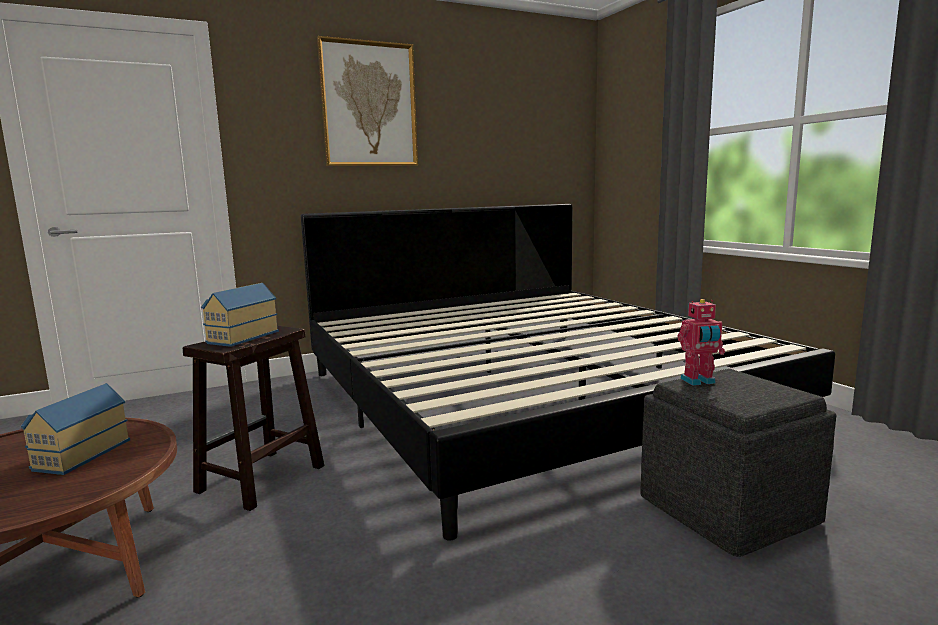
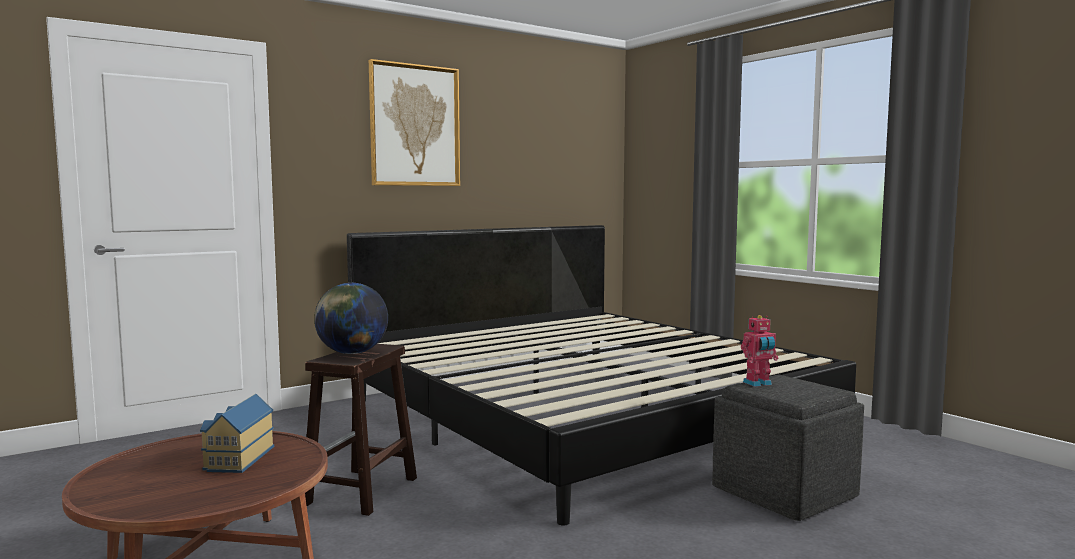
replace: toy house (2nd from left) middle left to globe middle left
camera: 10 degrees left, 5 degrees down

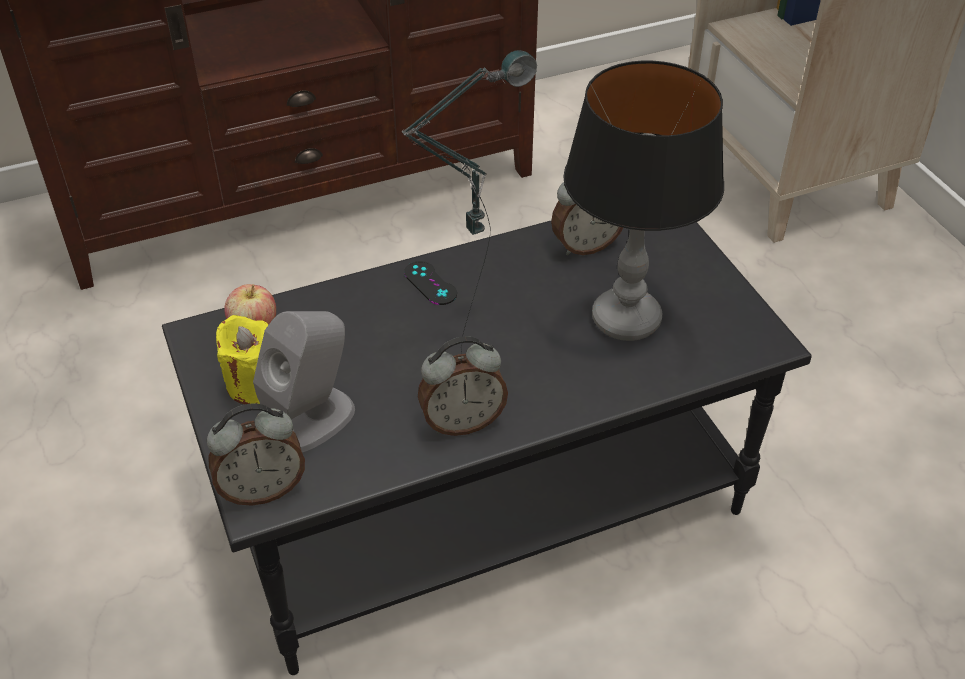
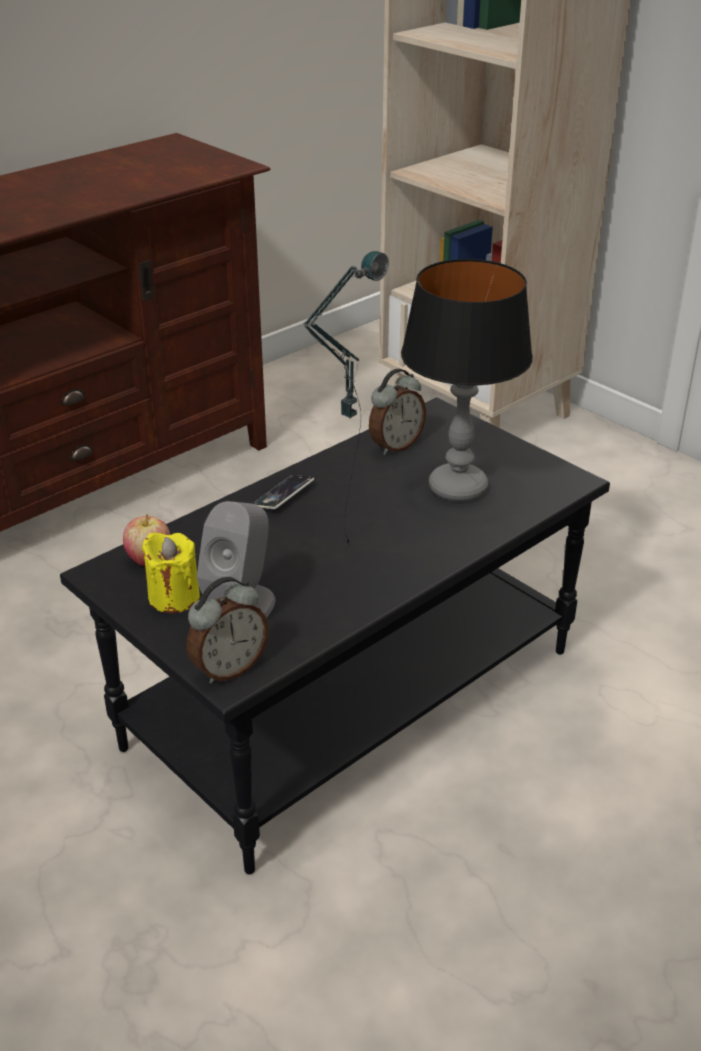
delete: alarm clock (2nd from left) centre
replace: black game controller centre to phone centre
camera: 20 degrees left, 10 degrees down

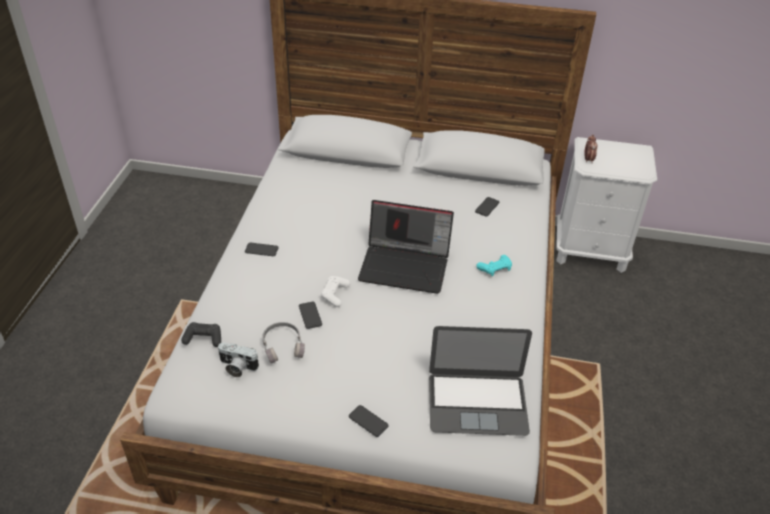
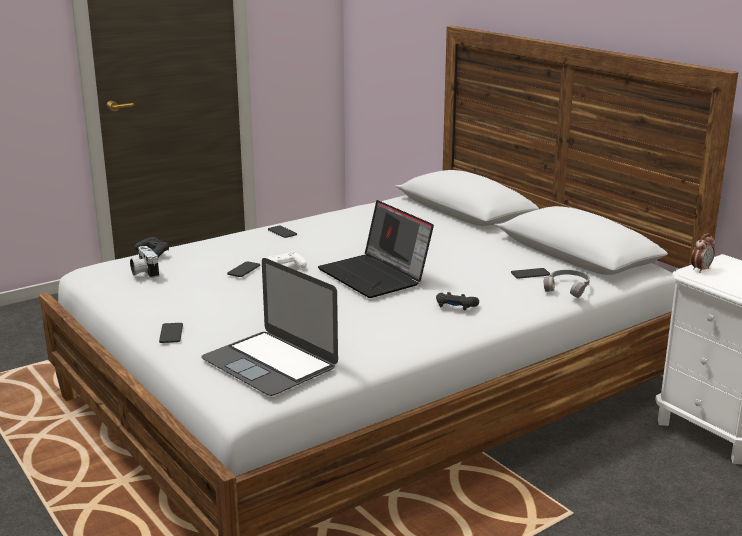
move: grey headphones bottom centre to middle right
recolor: turquoise game controller centre to black game controller (2nd from left) centre
camera: 45 degrees right, 20 degrees down

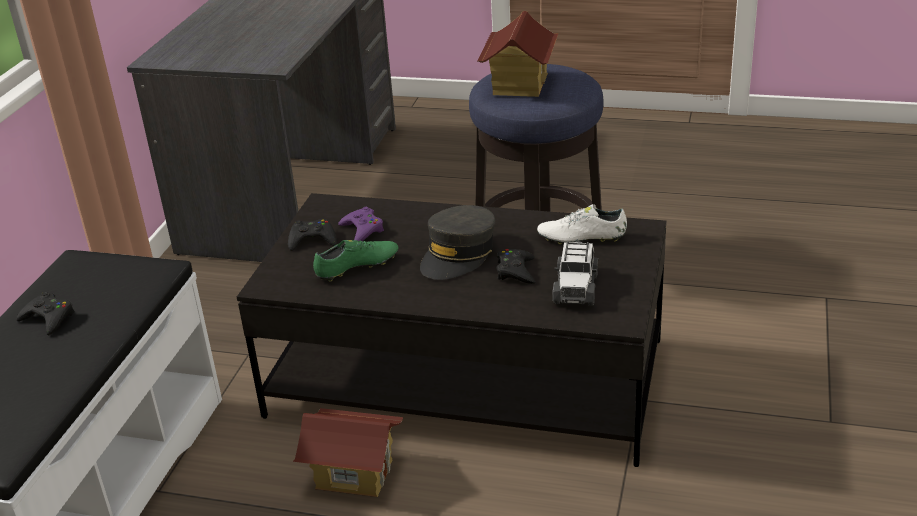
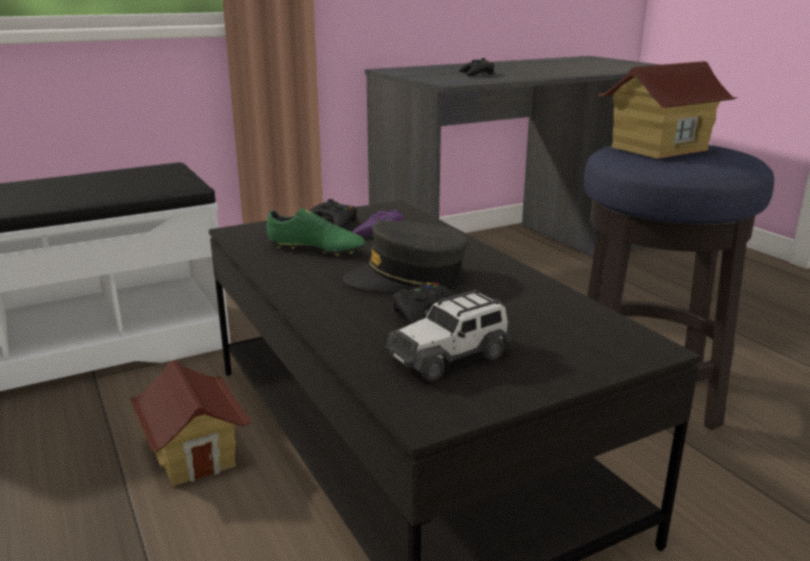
delete: white shoe centre
move: black game controller (1st from left in the first image) middle left to black game controller (3rd from left) top centre
camera: 45 degrees right, 10 degrees down

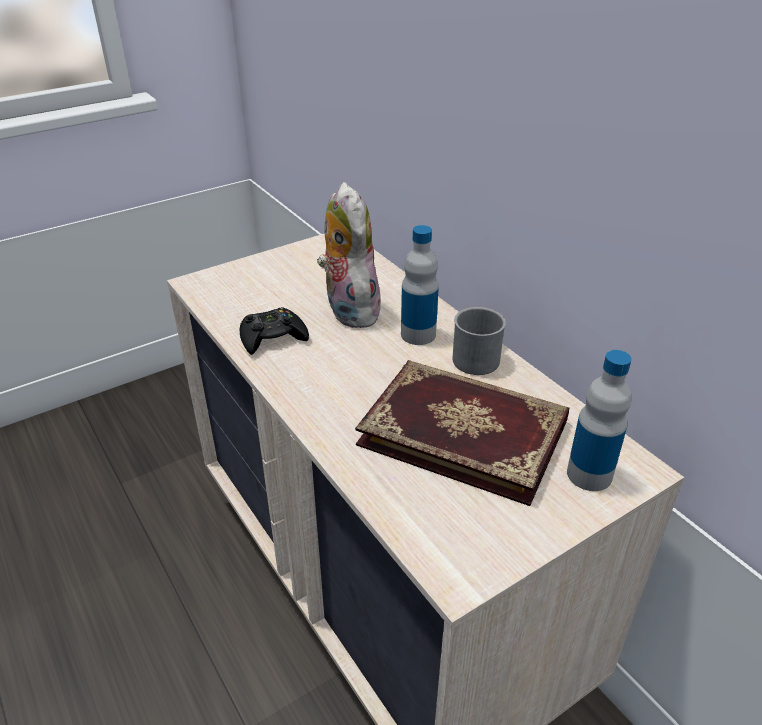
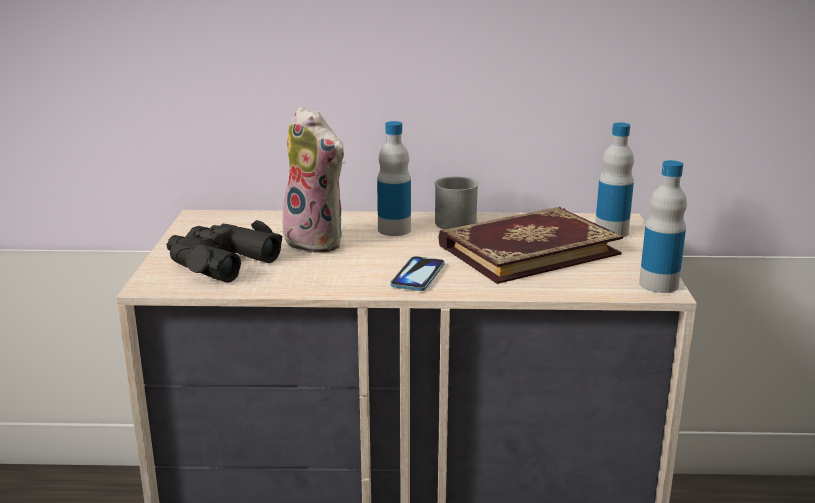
delete: black game controller centre
insert: black binoculars middle left; phone centre; bottle (3rd from left) middle right
rotate: plush toy centre = centre 150 degrees counterclockwise
camera: 55 degrees left, 15 degrees down

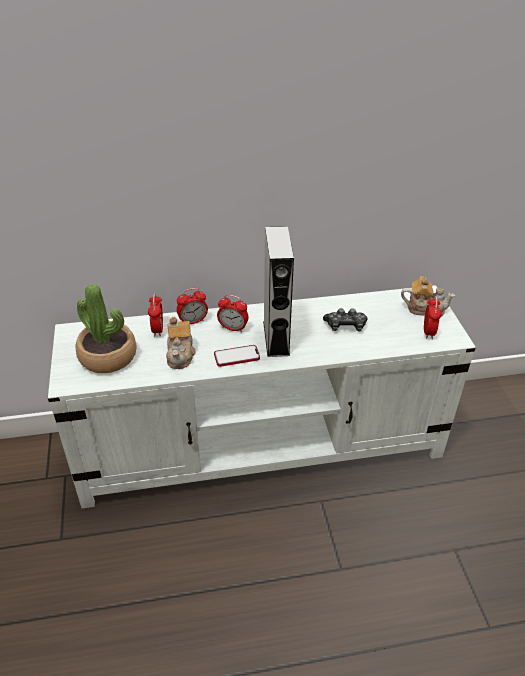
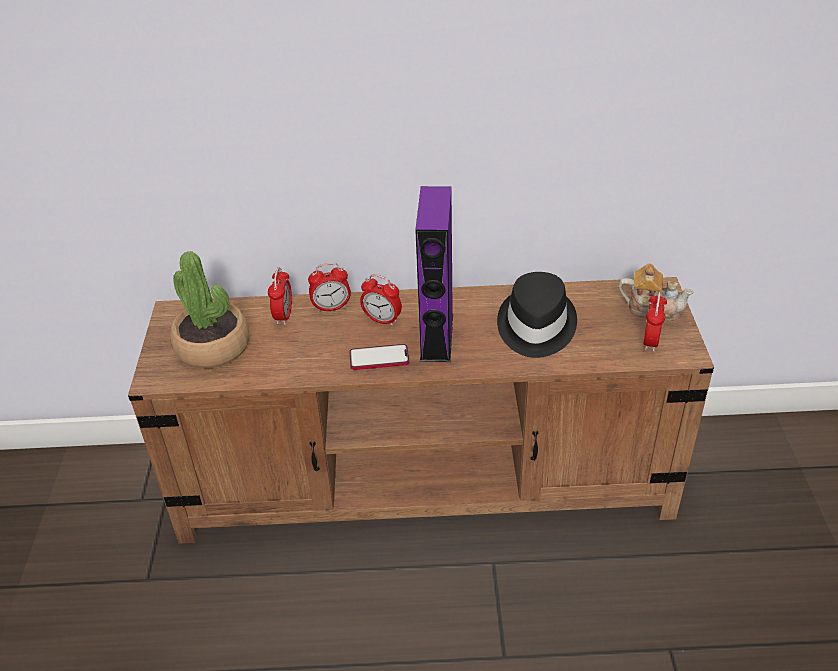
delete: teapot (1st from left) centre
replace: game controller centre to black hat centre
recolor: white tv stand centre to brown tv stand centre; grey speaker centre to purple speaker centre
camera: 10 degrees right, 0 degrees up

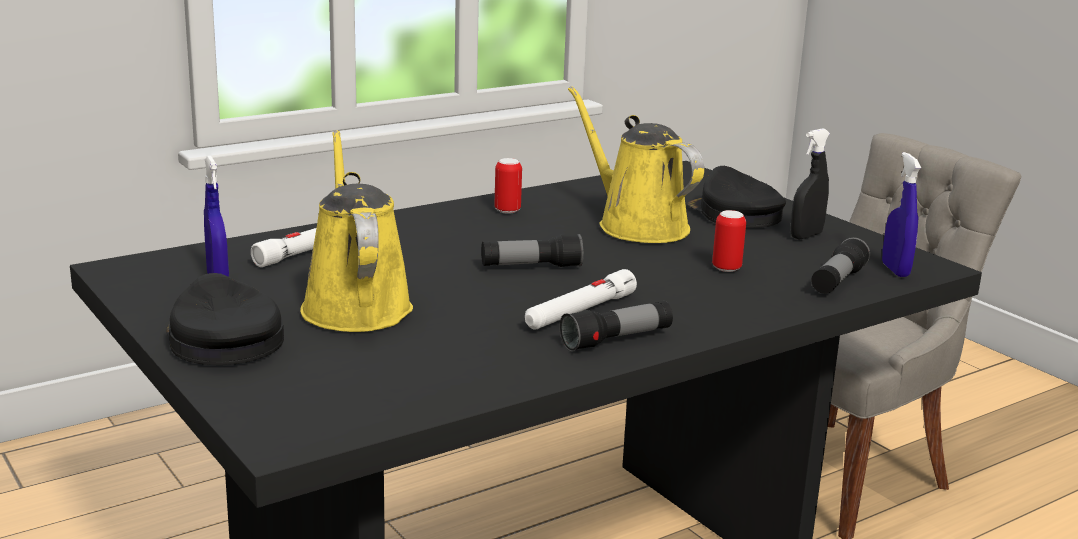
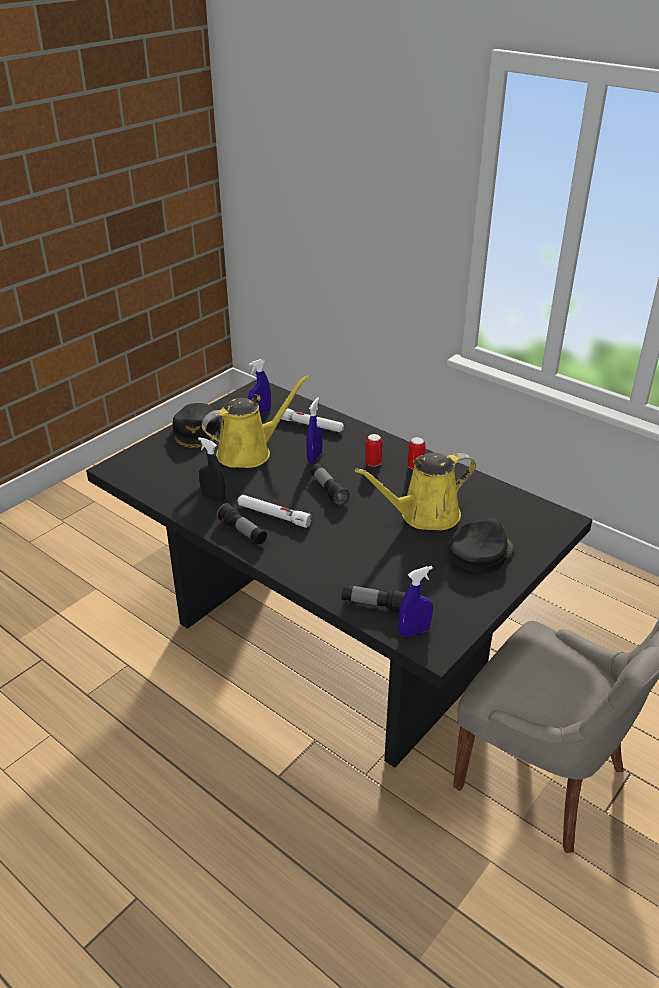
insert: blue spray bottle (2nd from left) centre
move: can (2nd from left in the first image) middle right to can (1st from left) centre; black spray bottle middle right to middle left
rotate: black cap (1st from left) middle left = middle left 135 degrees clockwise; yellow watering can (2nd from left) top centre = centre 150 degrees counterclockwise
camera: 75 degrees right, 15 degrees up

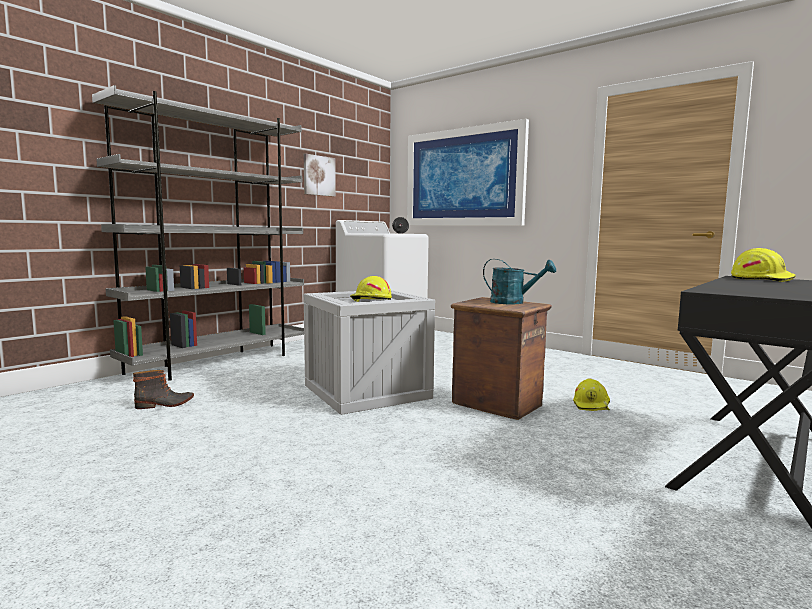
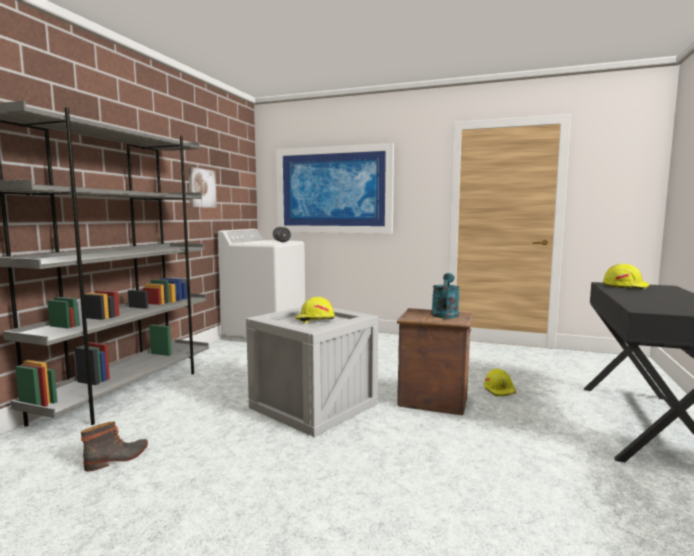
rotate: turquoise watering can centre = centre 75 degrees counterclockwise
camera: 20 degrees left, 0 degrees up

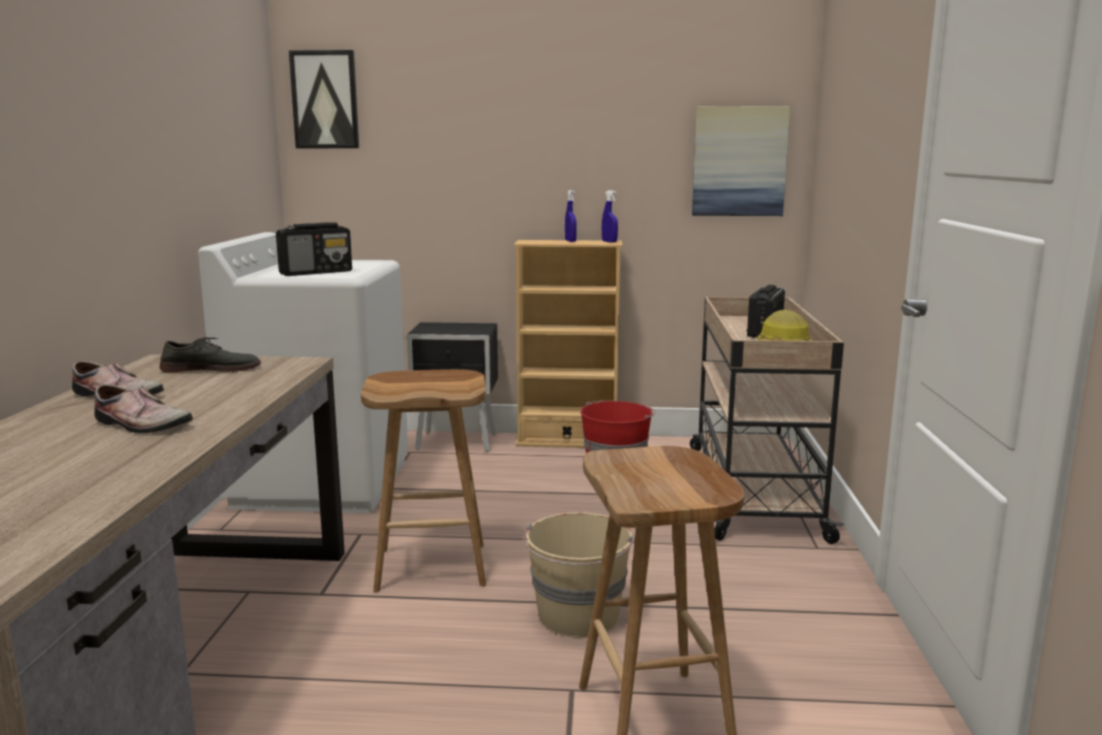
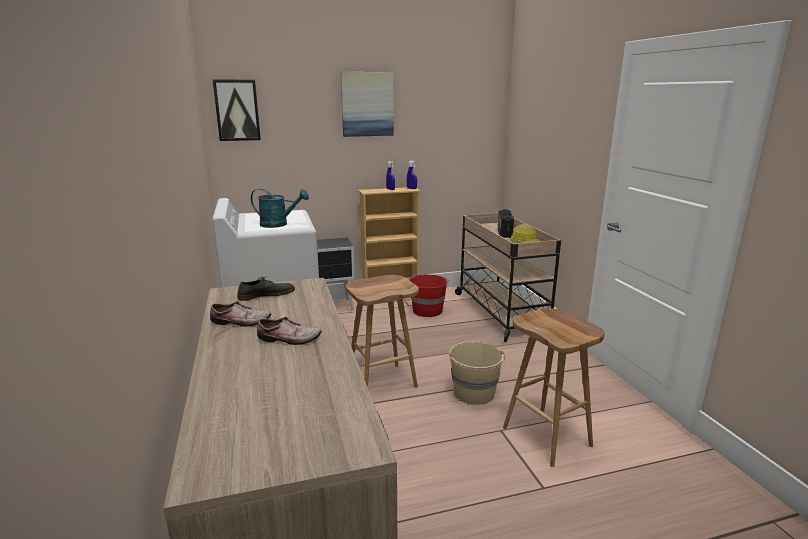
move: picture (2nd from left) top right to top centre
replace: radio (1st from left) middle left to turquoise watering can centre
camera: 20 degrees left, 5 degrees up

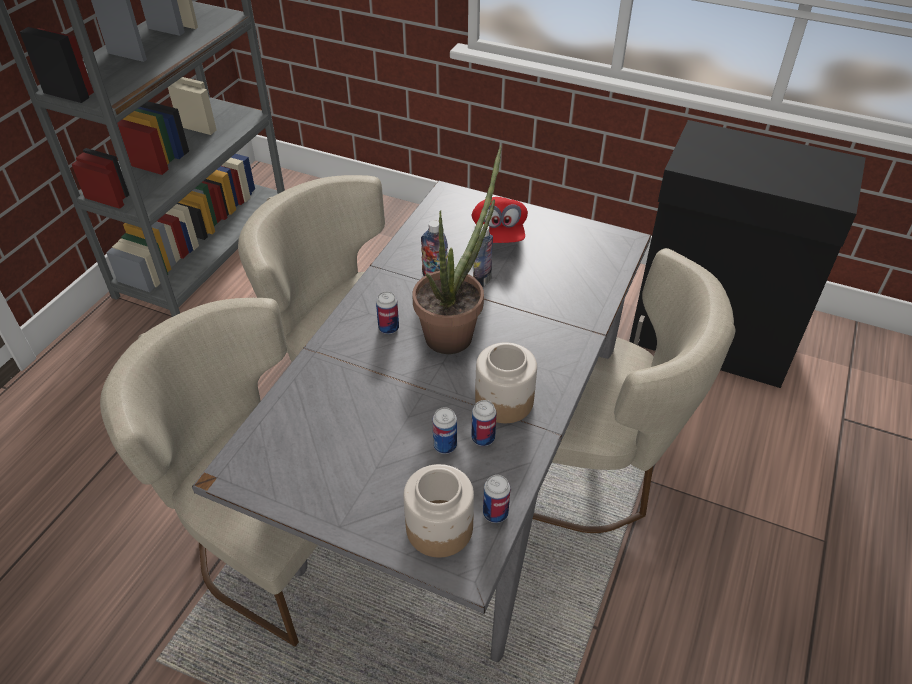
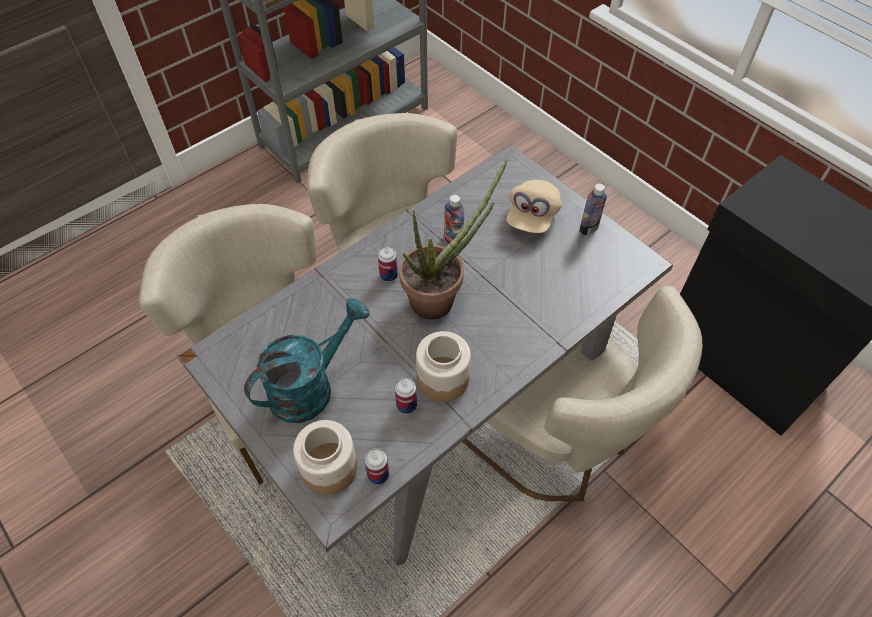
delete: can (2nd from left) centre
insert: turquoise watering can centre
move: bottle (2nd from left) centre to middle right
recolor: red cap top centre to beige cap centre
camera: 25 degrees right, 10 degrees up

